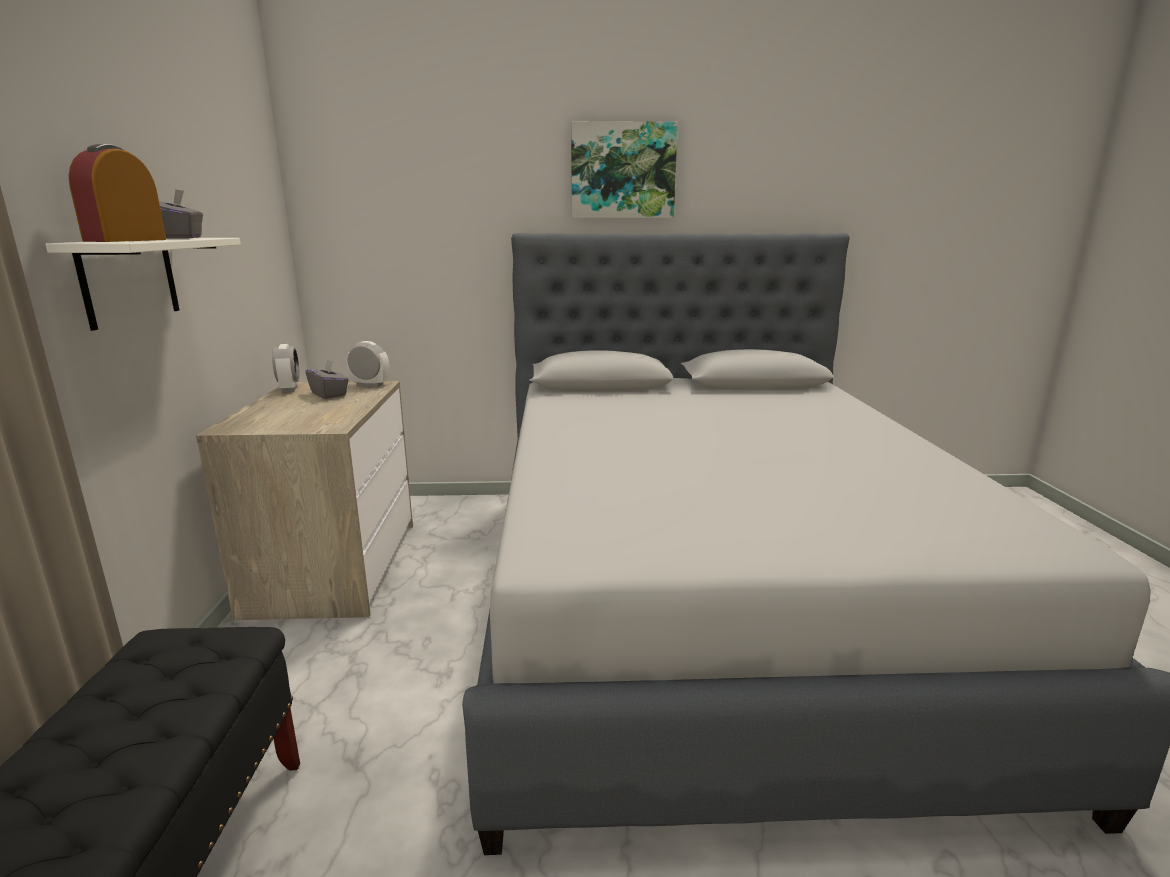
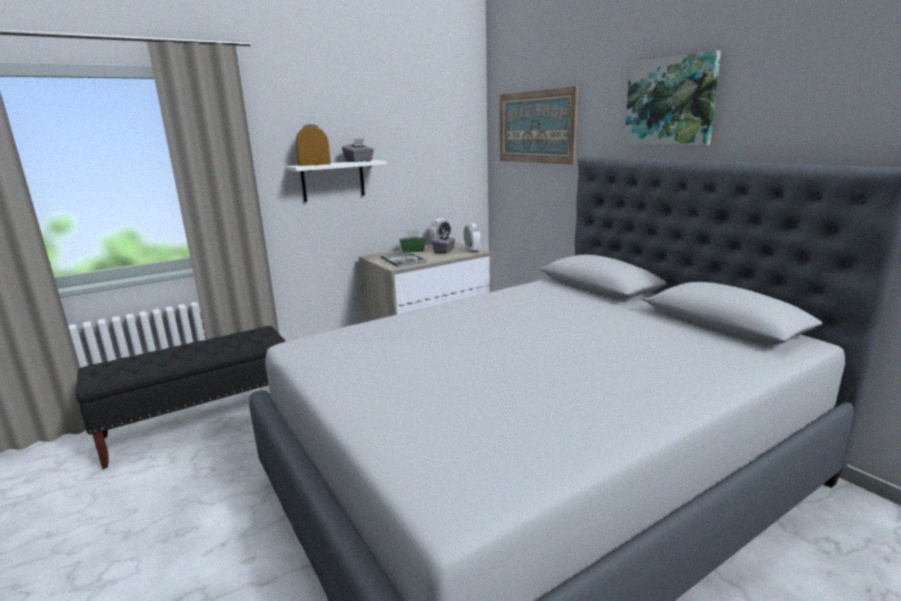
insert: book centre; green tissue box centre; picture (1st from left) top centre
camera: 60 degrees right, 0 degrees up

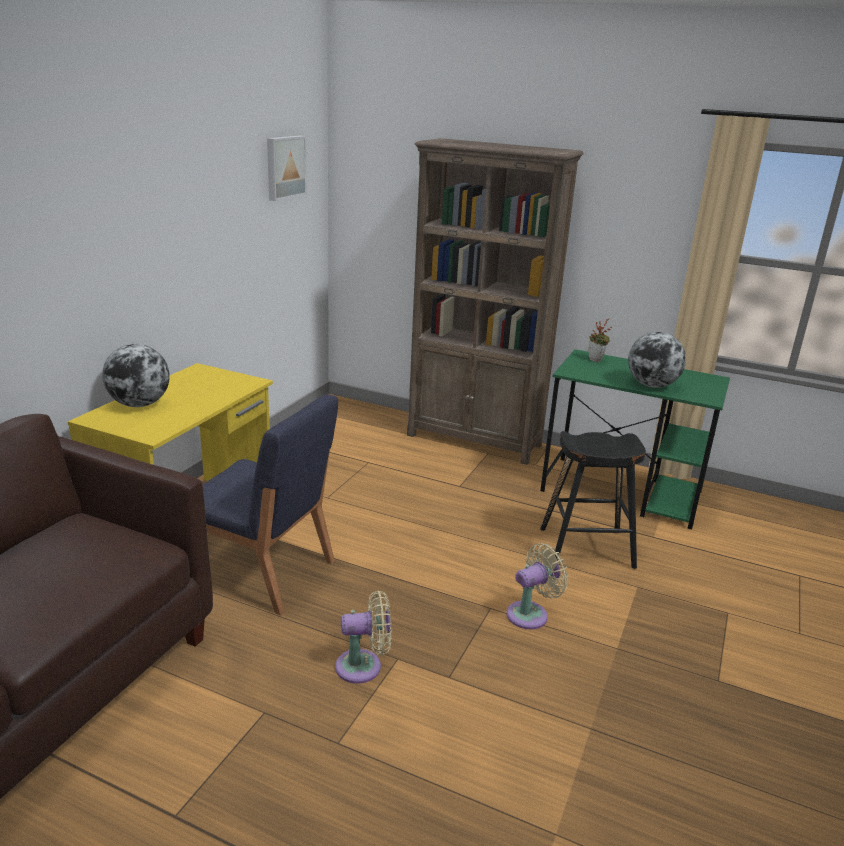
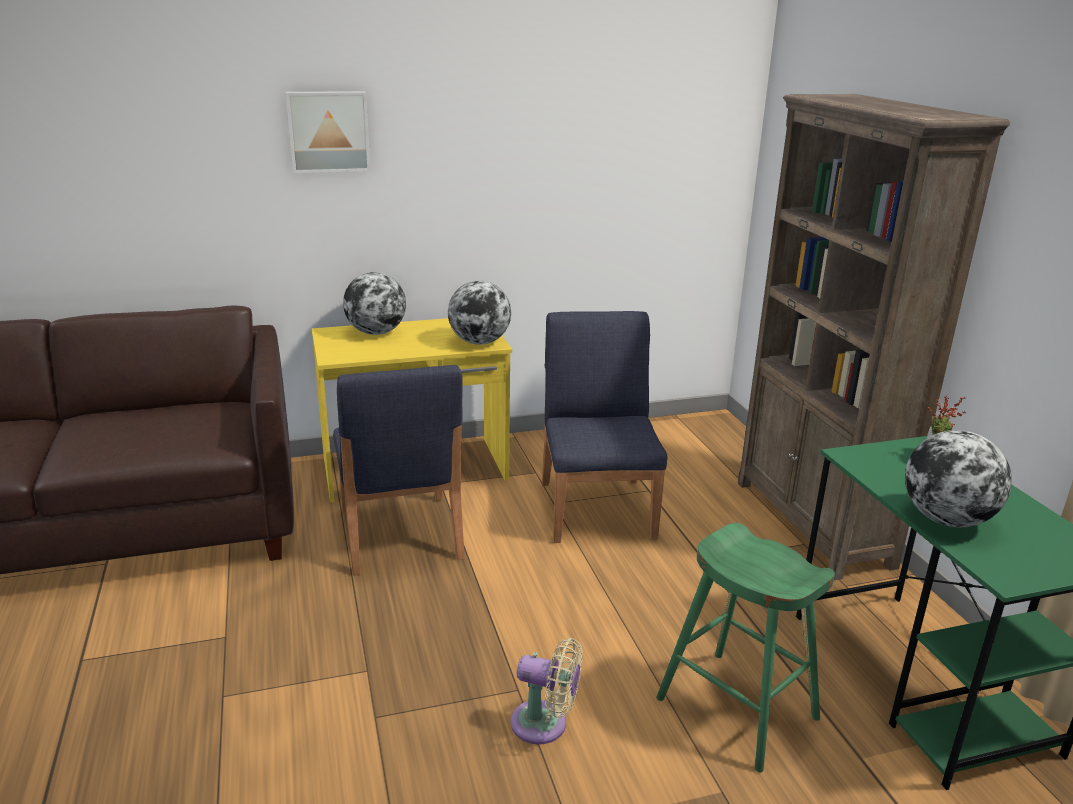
delete: beige fan (1st from left) bottom centre
insert: globe (2nd from left) centre; blue chair (2nd from left) centre
move: picture top centre to top left
recolor: black stool middle right to green stool bottom right
camera: 50 degrees right, 0 degrees up

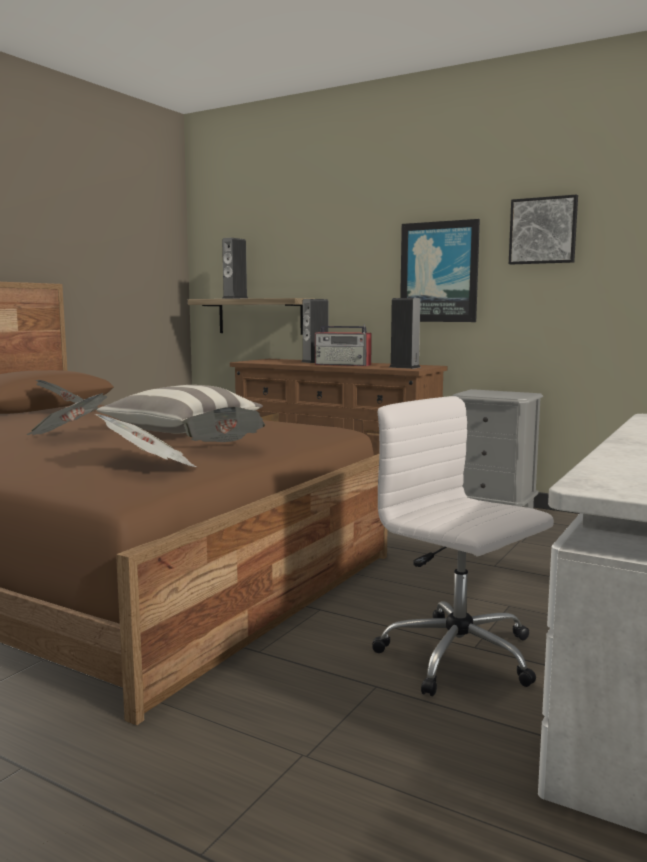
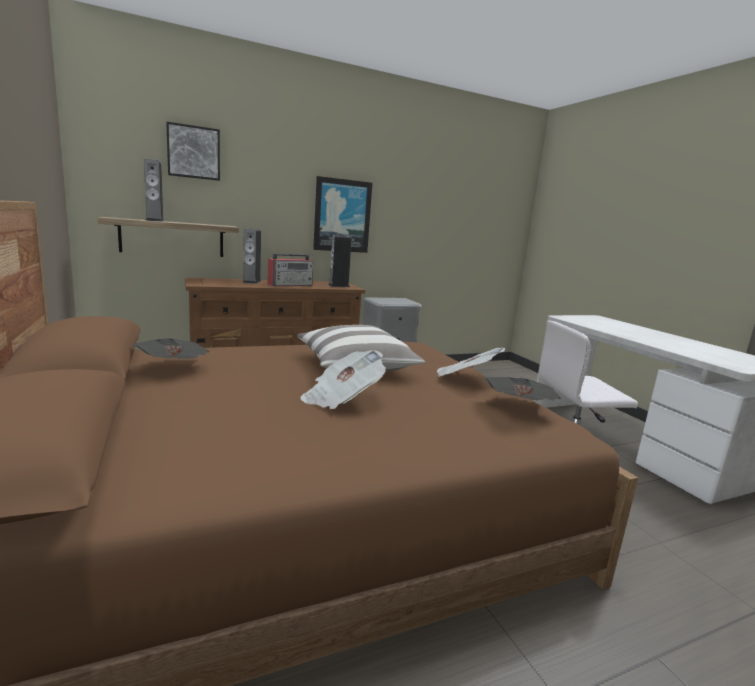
move: picture (2nd from left in the first image) top right to picture (1st from left) top left
camera: 55 degrees left, 5 degrees up

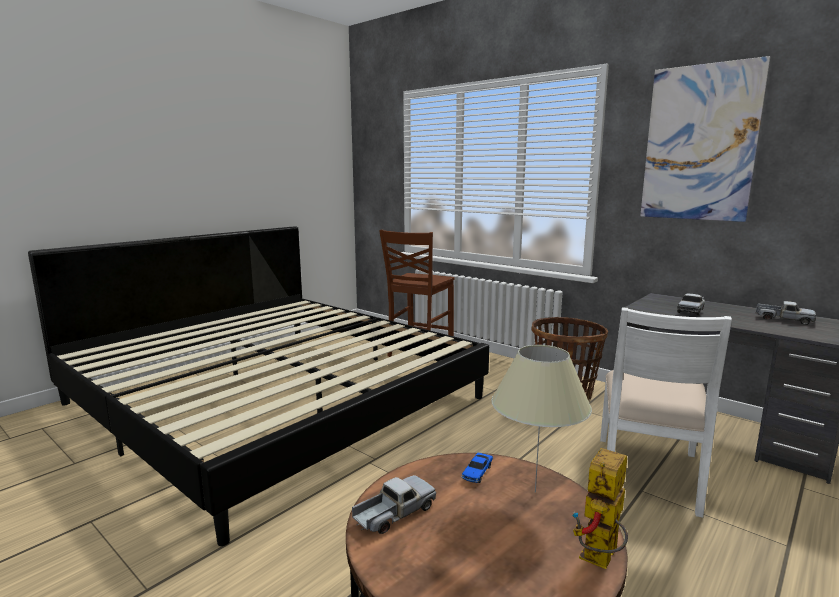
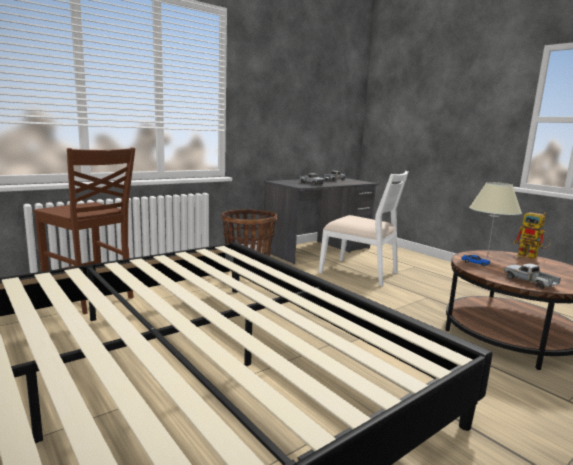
delete: picture top right
camera: 80 degrees left, 0 degrees up

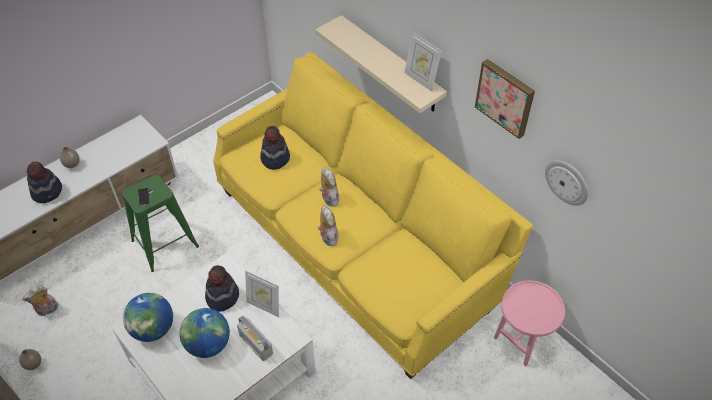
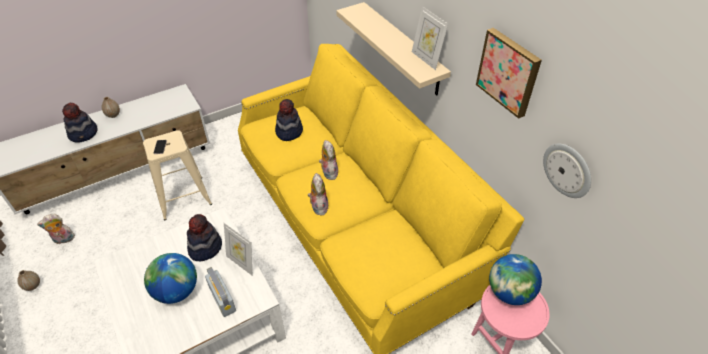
move: globe (1st from left in the first image) bottom left to globe (2nd from left) bottom right
recolor: green stool middle left to beige stool middle left
camera: 10 degrees right, 5 degrees down

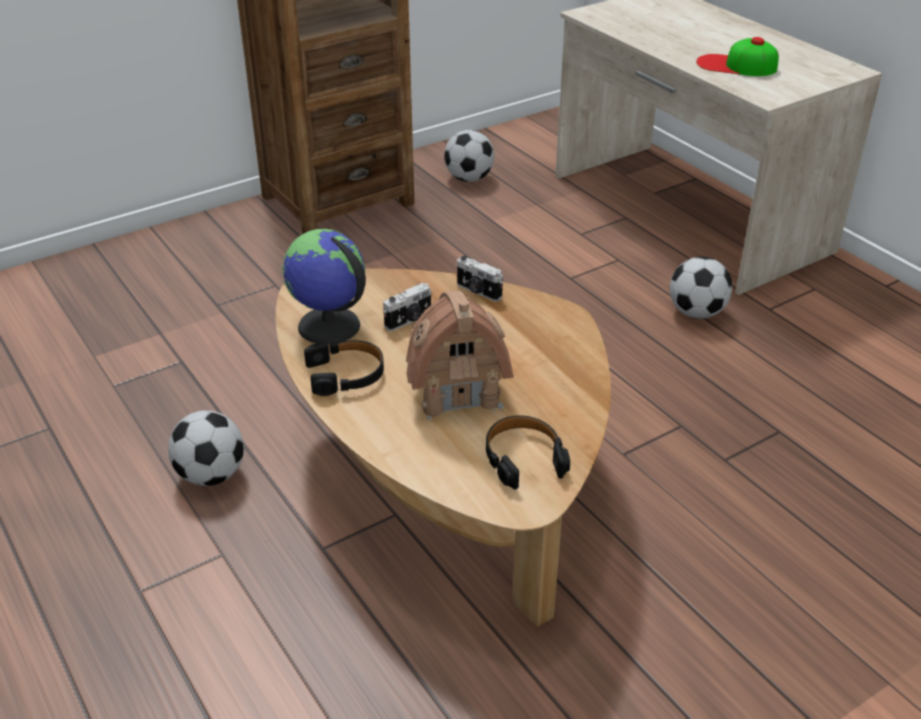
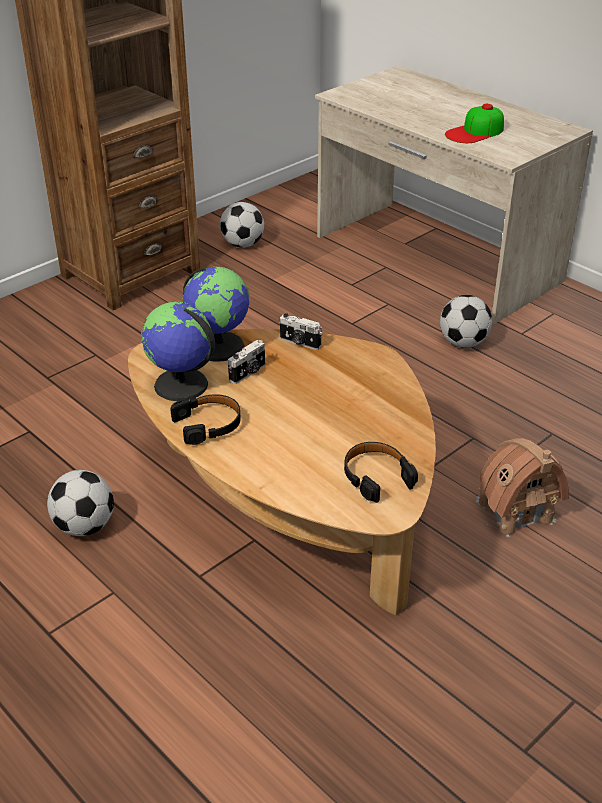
insert: globe (2nd from left) centre
move: toy house centre to middle right
rotate: cap top right = top right 45 degrees counterclockwise
camera: 10 degrees left, 0 degrees up

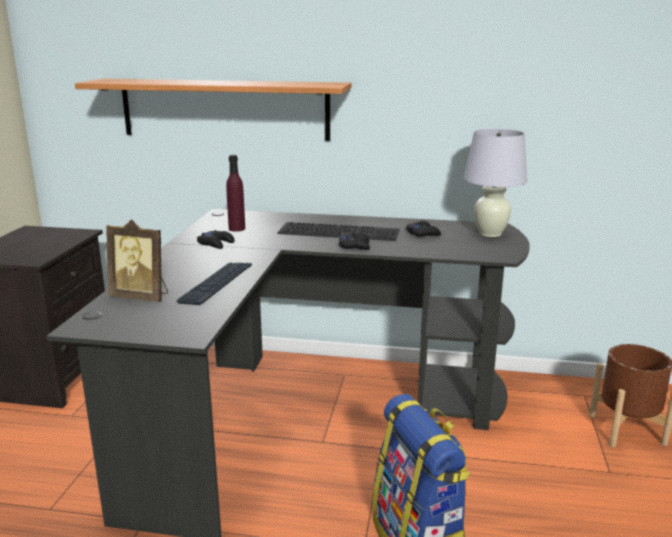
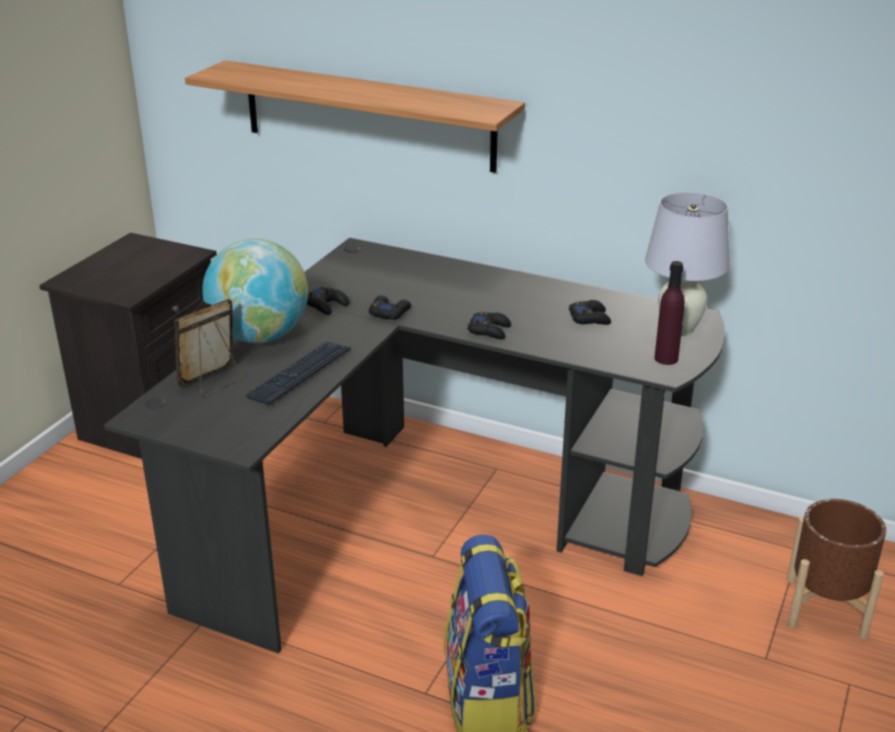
delete: keyboard (2nd from left) centre
insert: globe middle left; black game controller (2nd from left) centre
move: purple bottle centre to middle right
rotate: picture frame middle left = middle left 105 degrees clockwise
camera: 15 degrees right, 10 degrees up

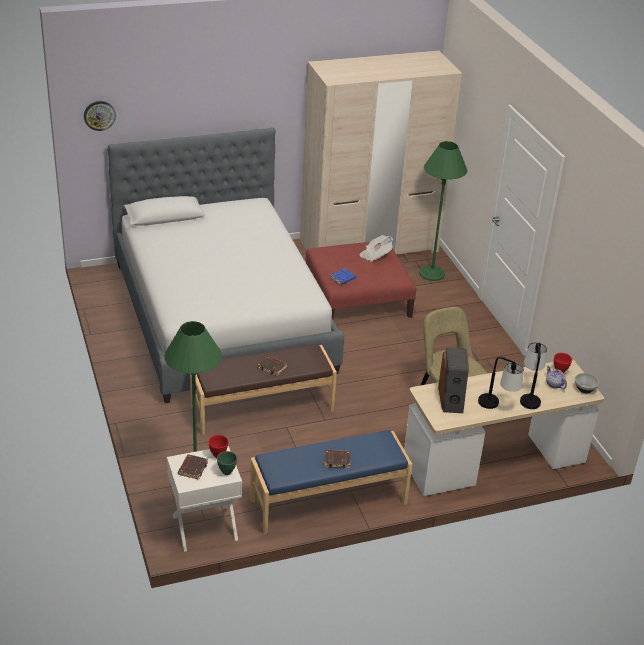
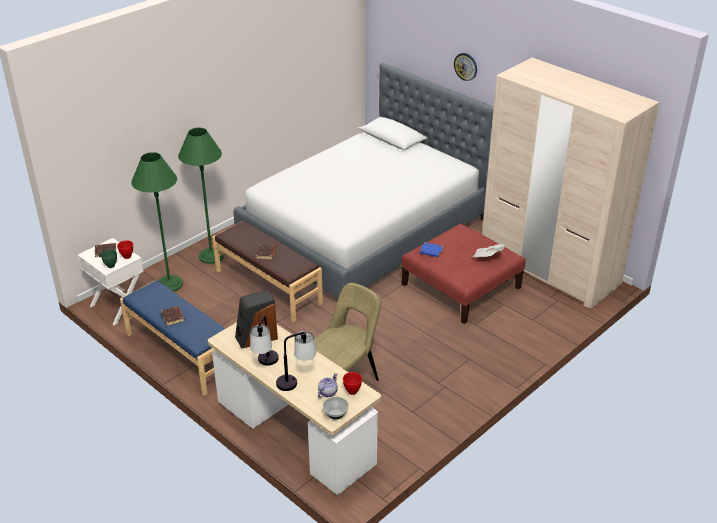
move: wall clock top left to top centre; green floor lamp (2nd from left) top right to middle left
camera: 65 degrees right, 0 degrees up

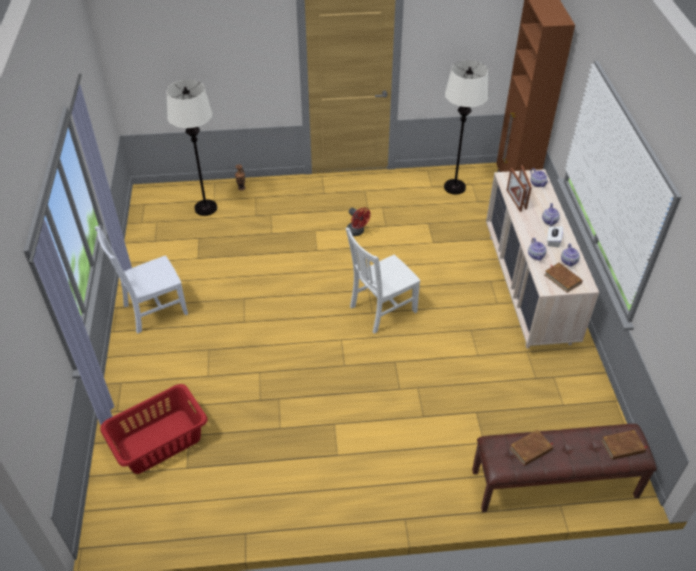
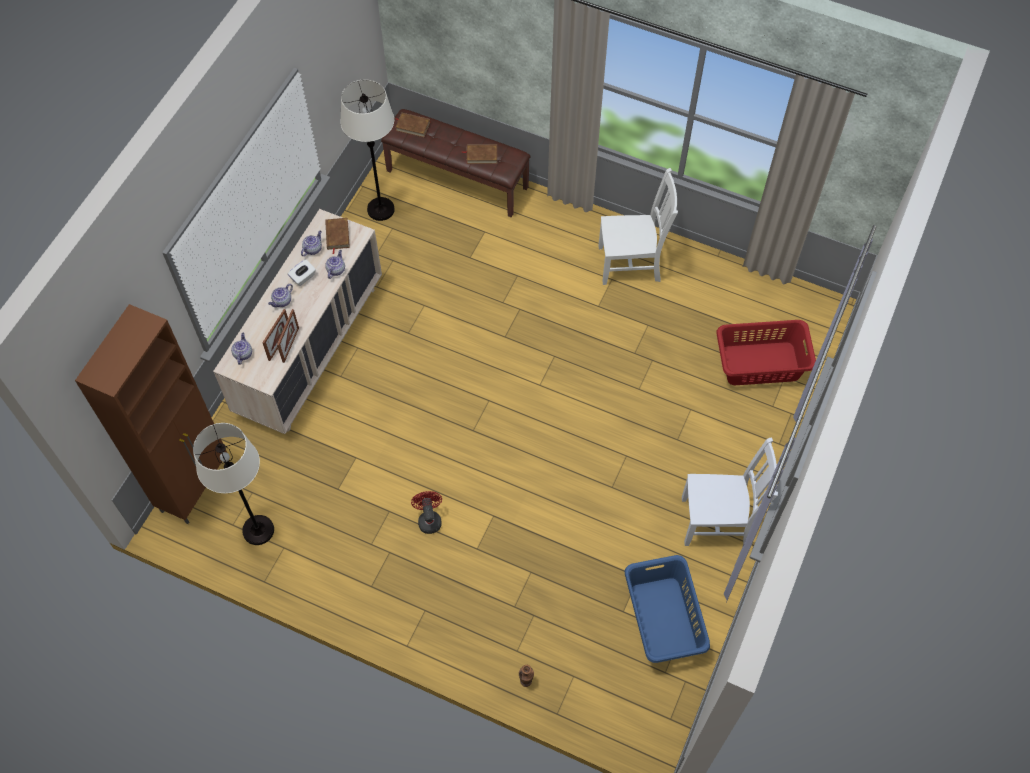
insert: blue laundry basket bottom centre
move: white floor lamp (1st from left in the first image) top left to white floor lamp (2nd from left) top centre; white chair (2nd from left in the first image) centre to white chair (1st from left) top centre
camera: 150 degrees left, 15 degrees up

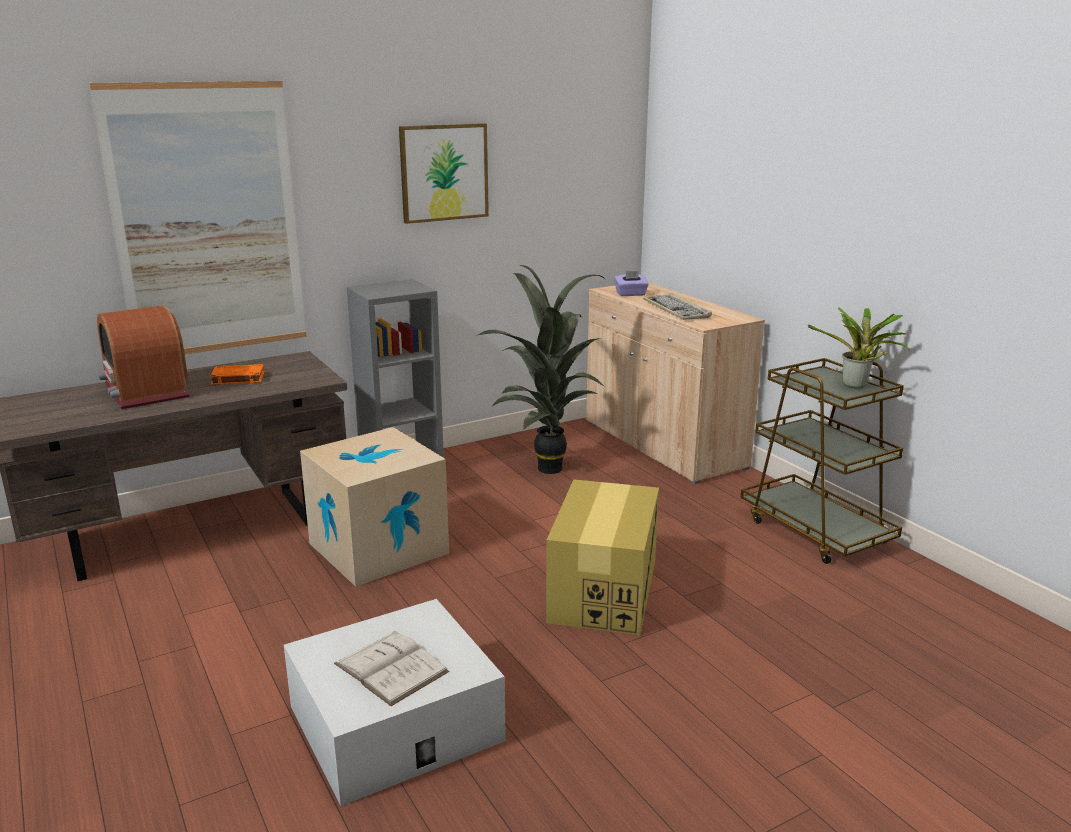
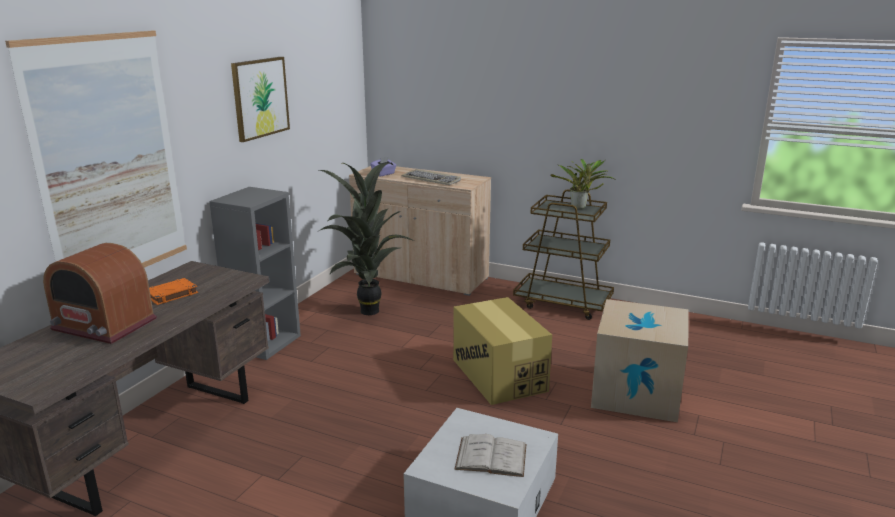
move: cardboard box (1st from left in the first image) centre to cardboard box (2nd from left) bottom right
camera: 35 degrees left, 0 degrees up

